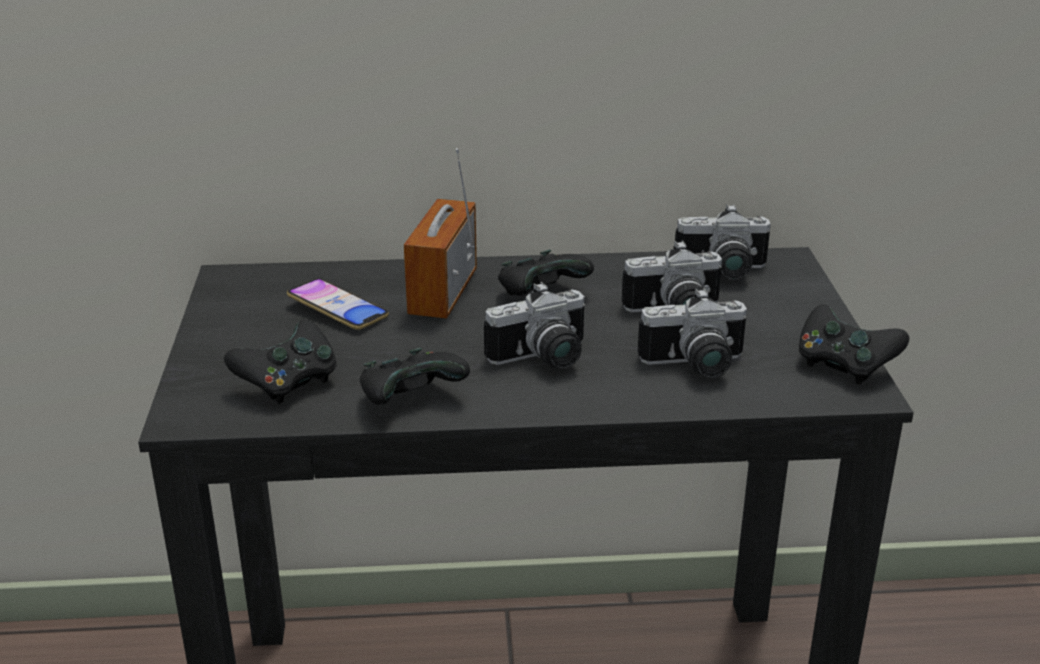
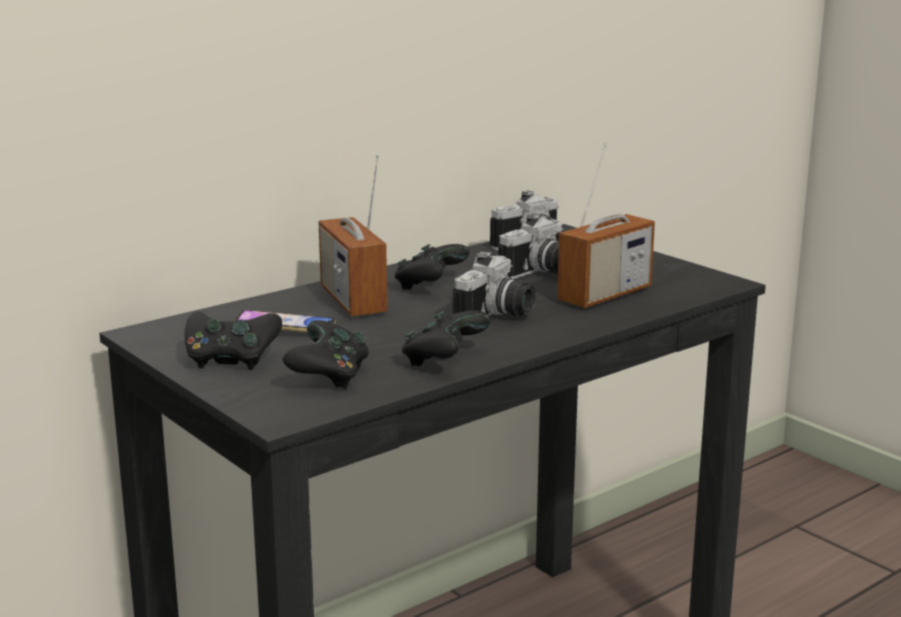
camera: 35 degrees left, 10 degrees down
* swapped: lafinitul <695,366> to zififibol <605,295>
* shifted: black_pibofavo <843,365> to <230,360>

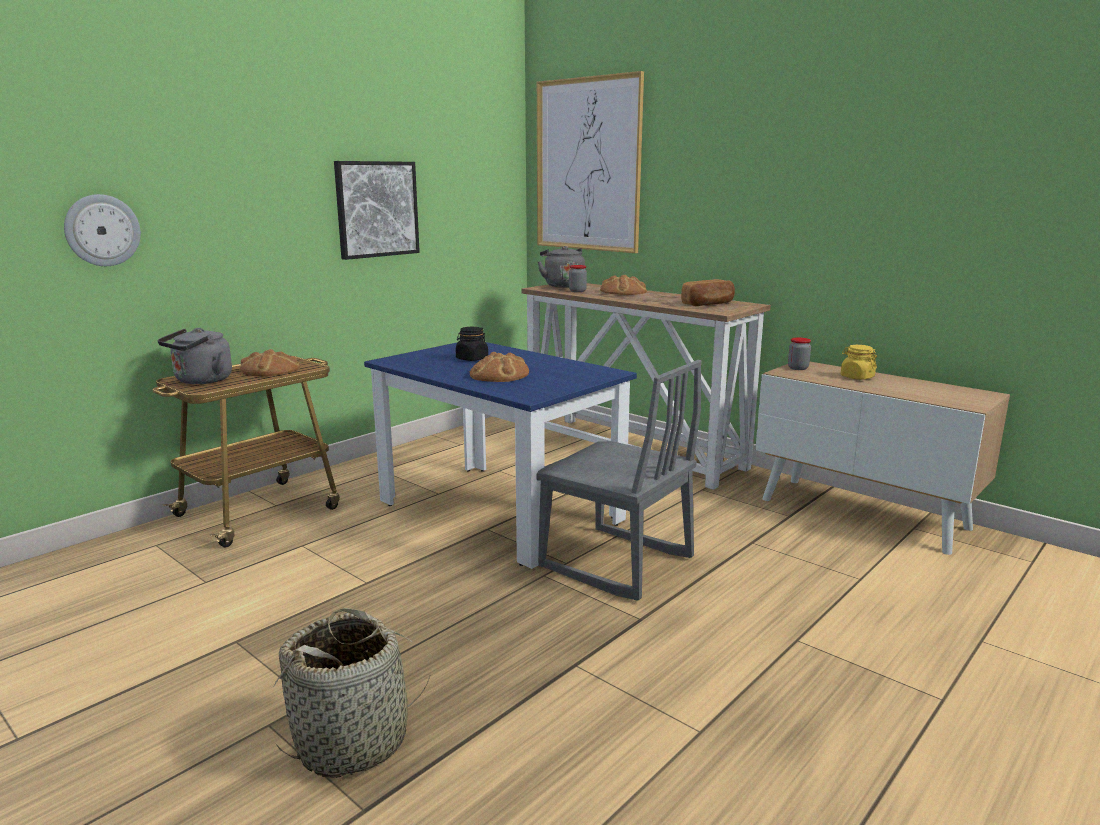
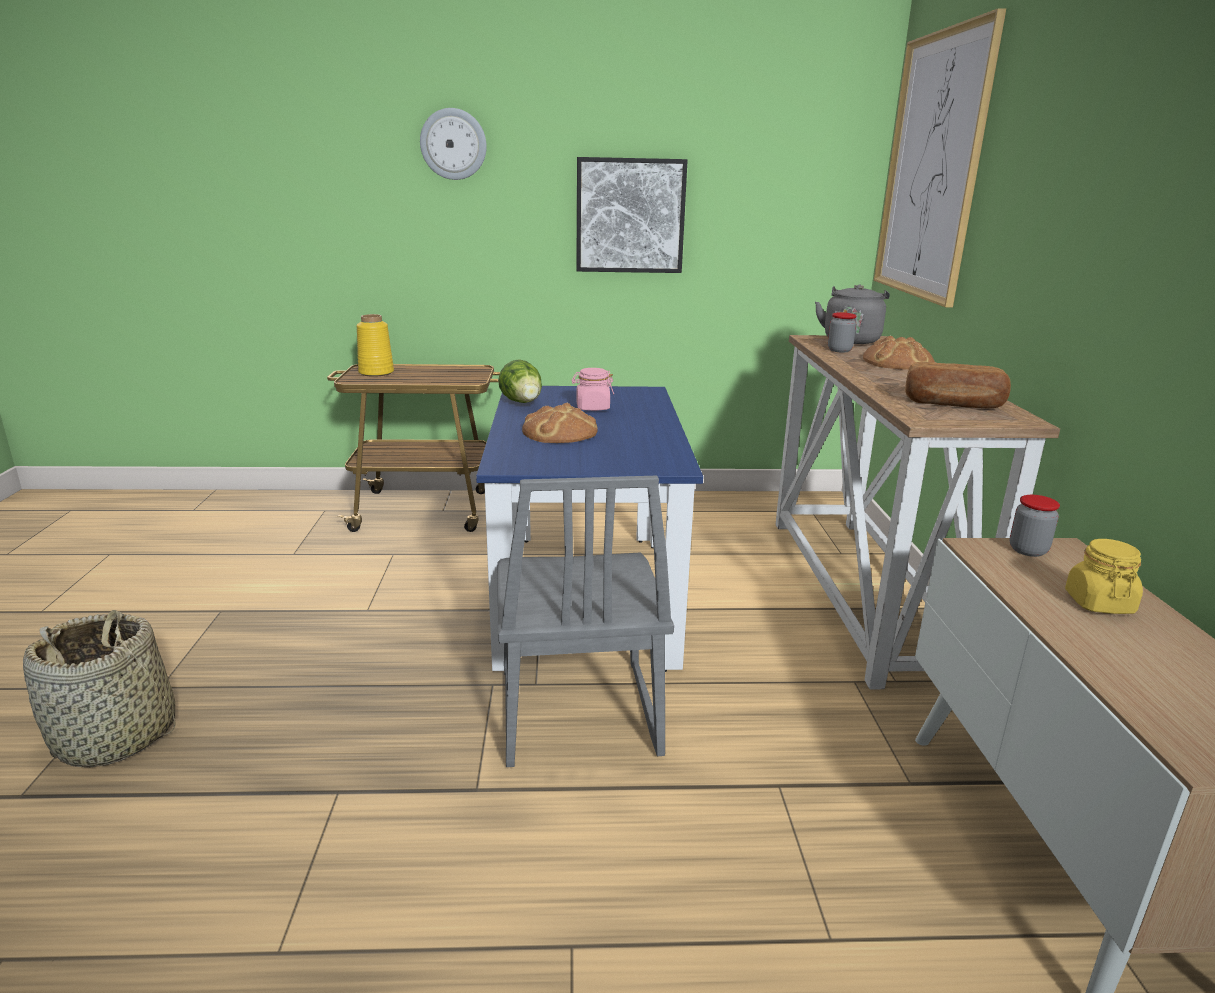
camera: 45 degrees right, 5 degrees up
* shifted: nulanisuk <102,230> to <453,144>
* swapped: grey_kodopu <201,381> to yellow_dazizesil <376,372>
* gone: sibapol <270,370>
* repainted: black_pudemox <472,359> to pink_pudemox <592,408>
* new: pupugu <523,403>

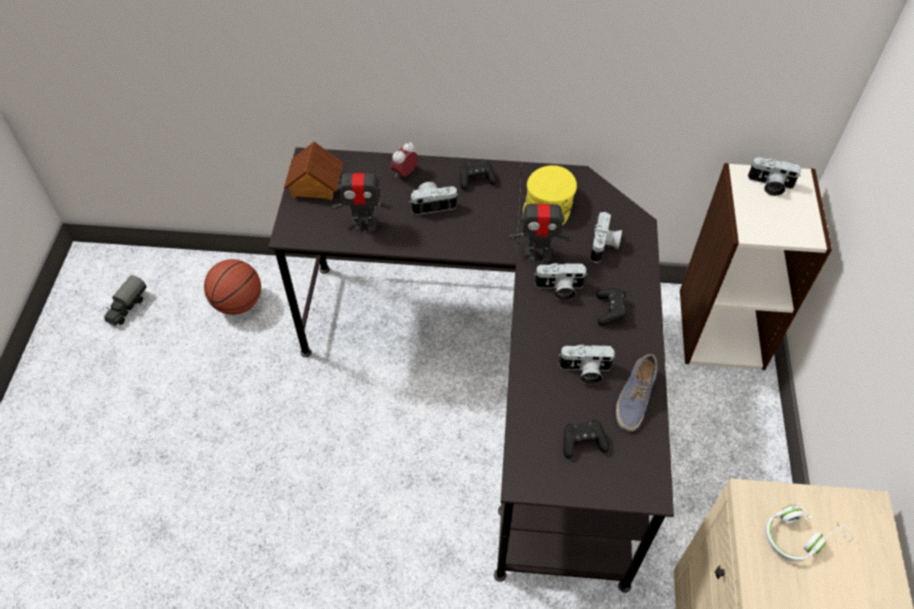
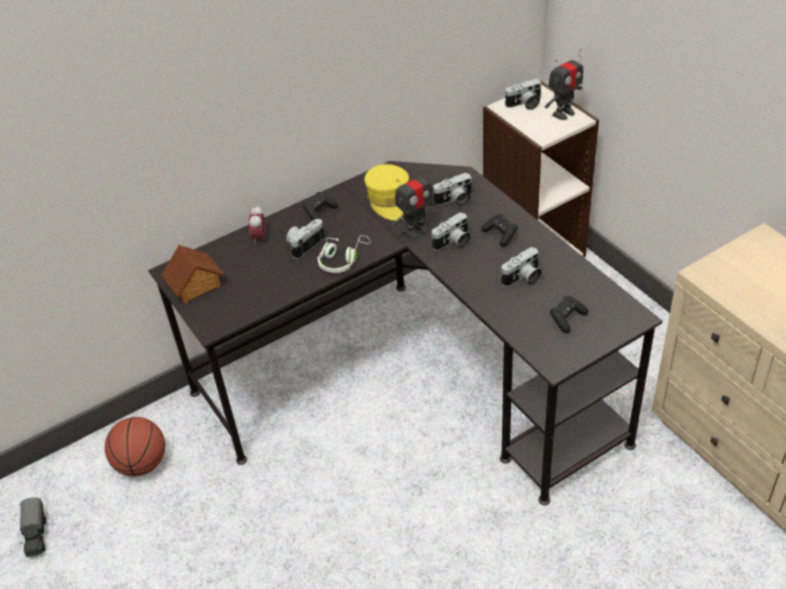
camera: 35 degrees left, 10 degrees down
* shifted: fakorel <364,224> to <563,113>
* rotated: lafinitul <604,246> = <455,200> 90 degrees clockwise
* gone: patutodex <634,397>
* shifted: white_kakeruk <800,536> to <342,259>

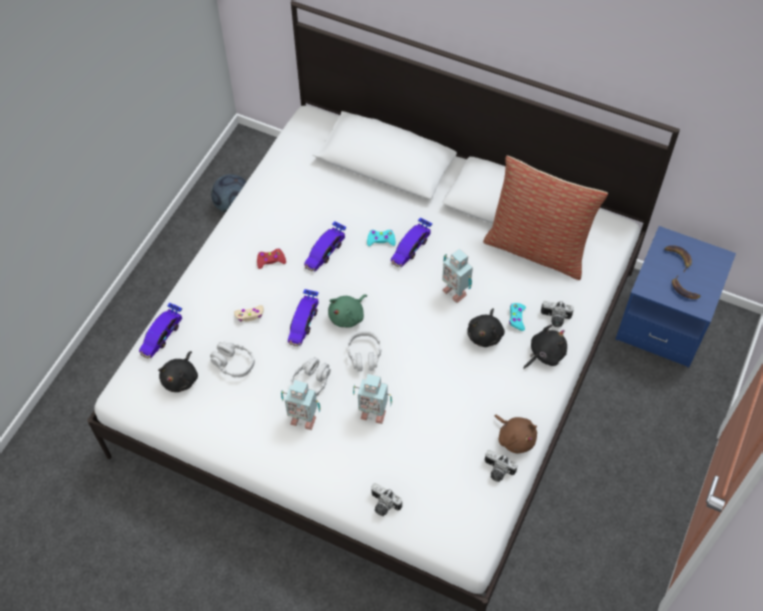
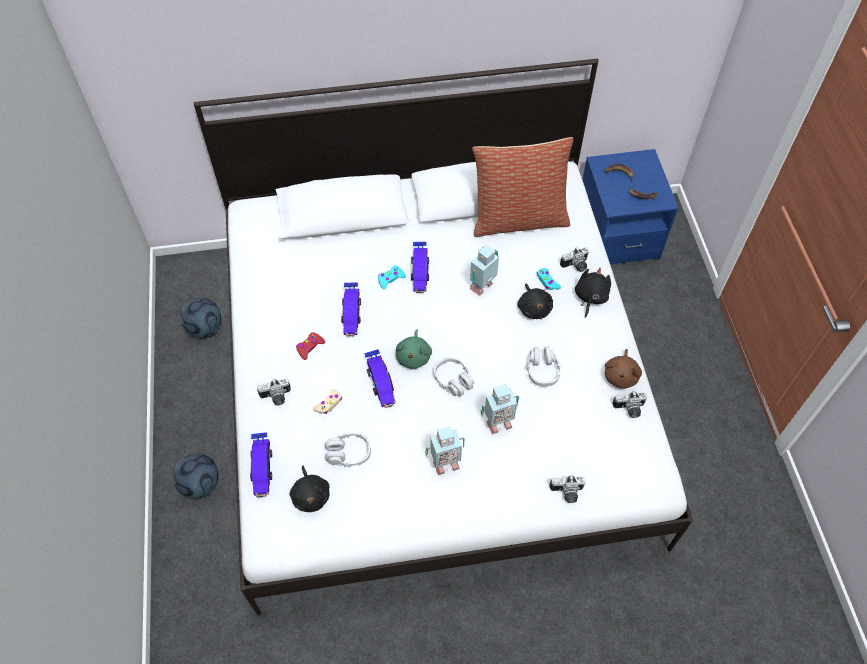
camera: 35 degrees left, 0 degrees up
* shifted: grey_kakeruk <311,382> to <542,370>
* rotated: fakorel <455,291> = <483,287> 120 degrees clockwise
* rotated: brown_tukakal <515,438> = <621,375> 90 degrees clockwise
* new: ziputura <201,484>
* new: lafinitul <276,397>

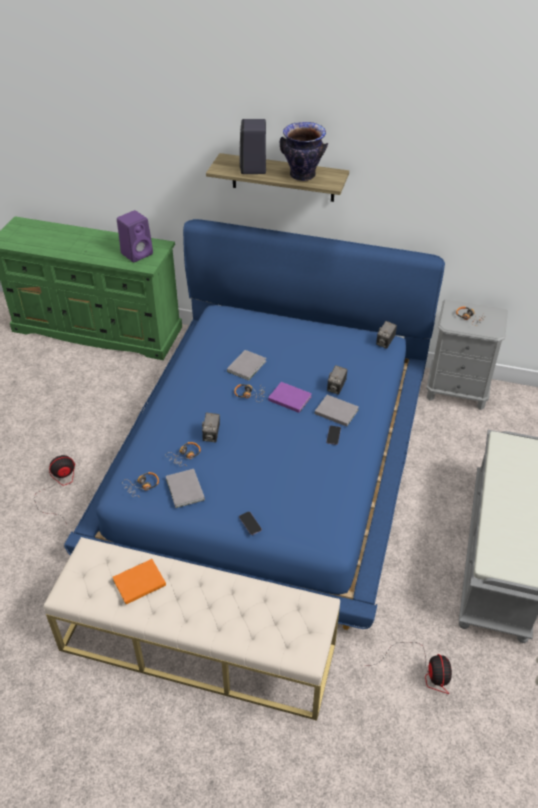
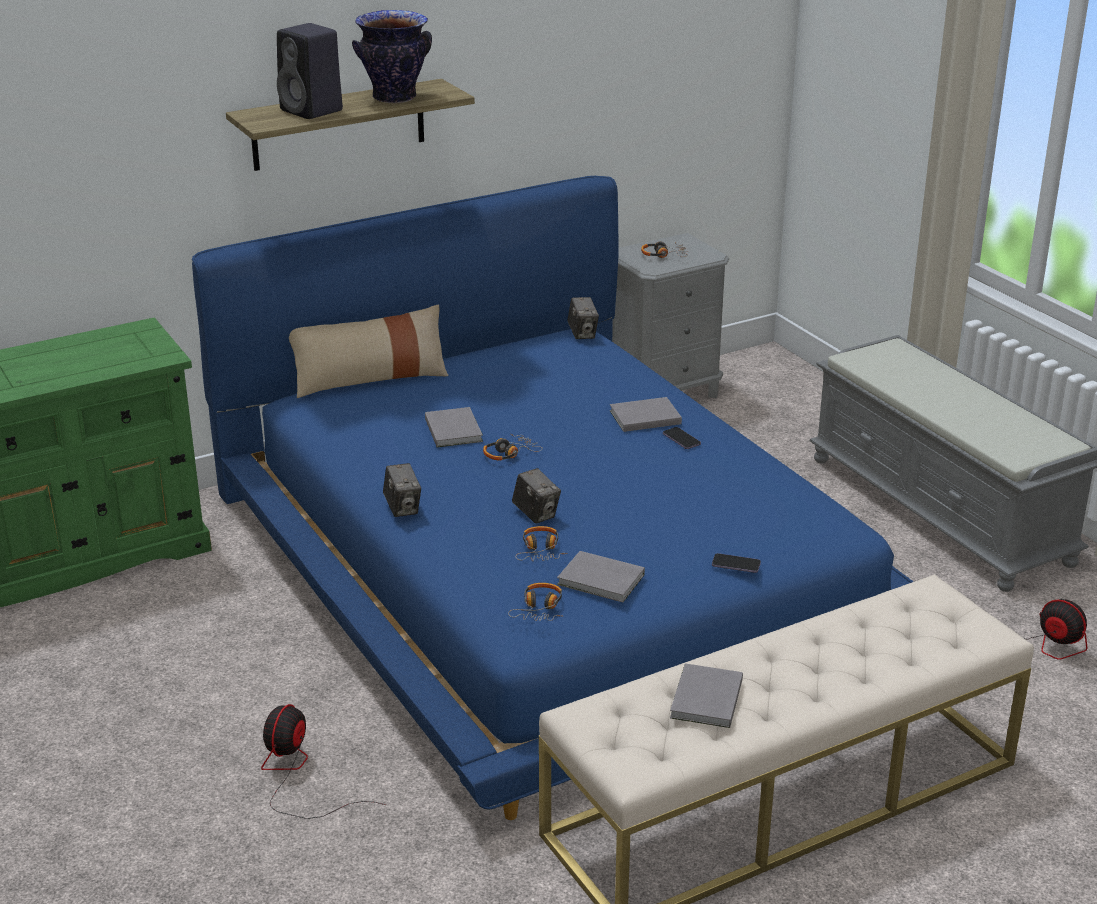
camera: 45 degrees left, 15 degrees down
* repainted: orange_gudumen <138,582> to grey_gudumen <705,700>
* gone: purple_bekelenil <137,253>
* gone: purple_gudumen <289,398>
* shifted: lafinitul <336,388> to <403,508>
* new: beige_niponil <370,379>

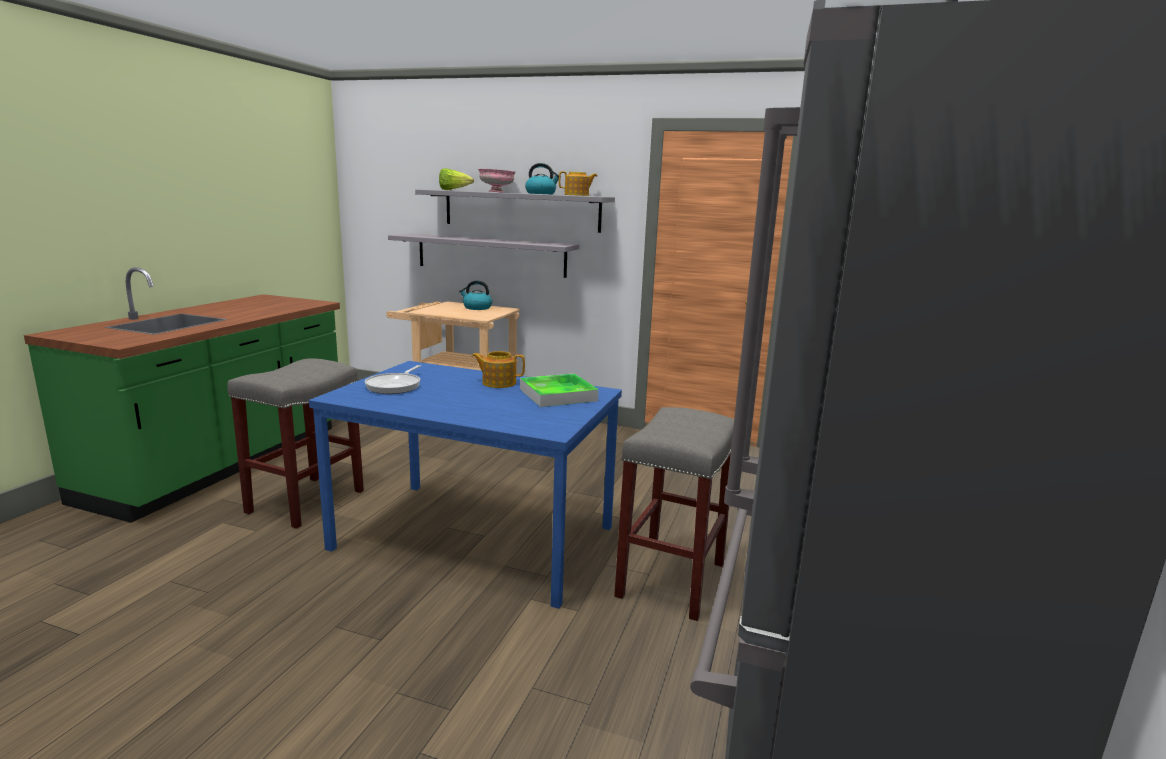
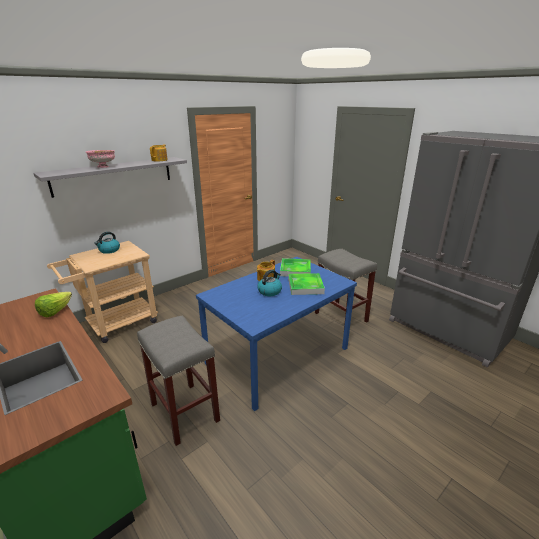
camera: 60 degrees left, 10 degrees up
* gone: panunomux <395,386>
* gone: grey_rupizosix <490,255>
* shifted: pupugu <453,190> to <55,311>
* shifted: kodopu <541,194> to <270,291>
* new: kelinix <305,286>

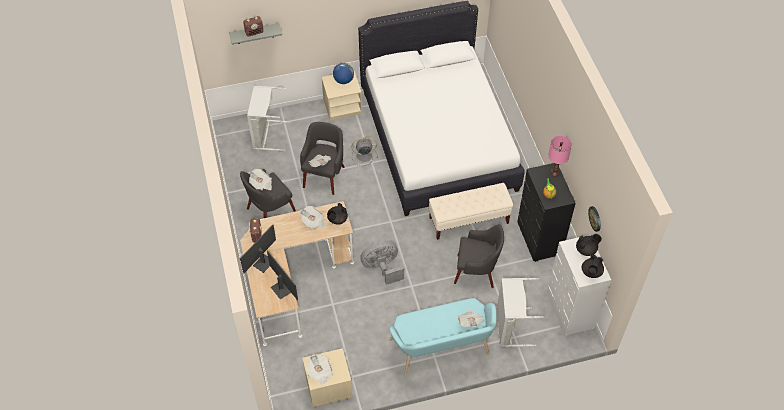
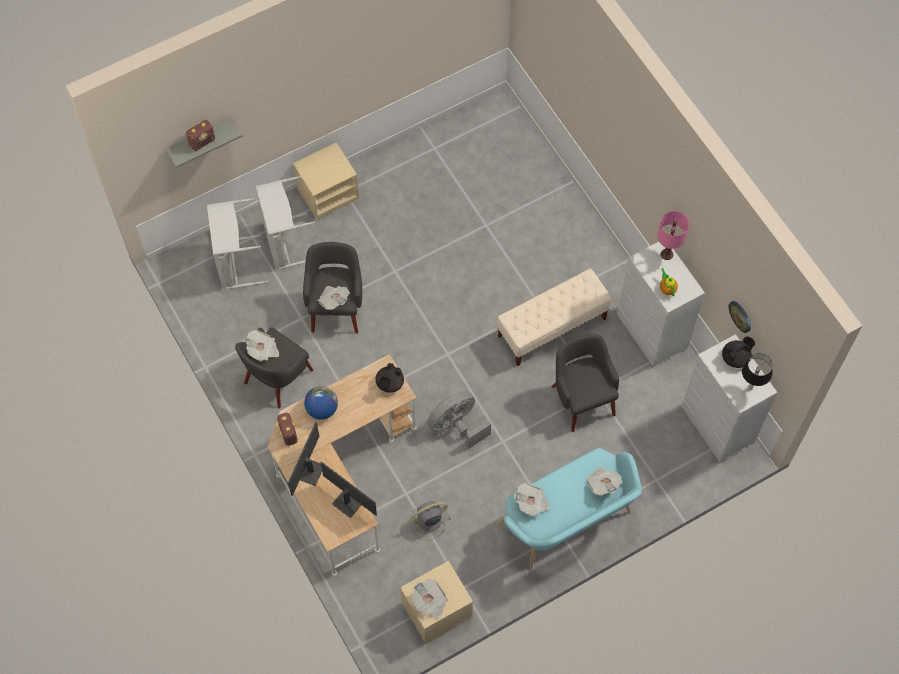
camera: 15 degrees left, 10 degrees up
* shifted: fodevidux <313,222> to <532,503>
* shifted: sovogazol <343,80> to <322,409>
* shifted: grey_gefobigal <363,156> to <428,521>
* gone: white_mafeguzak <438,140>
* rotated: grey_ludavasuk <476,271> = <582,399> 105 degrees counterclockwise
* shifted: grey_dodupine <510,327> to <284,243>
* repainted: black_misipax <539,239> to white_misipax <652,332>
* swapped: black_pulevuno <591,272> to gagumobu <750,388>

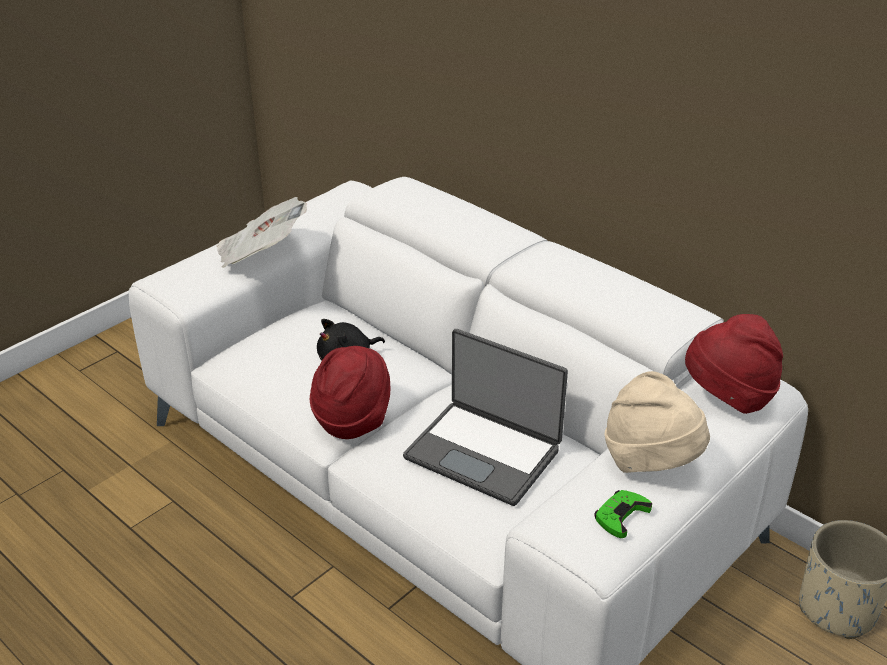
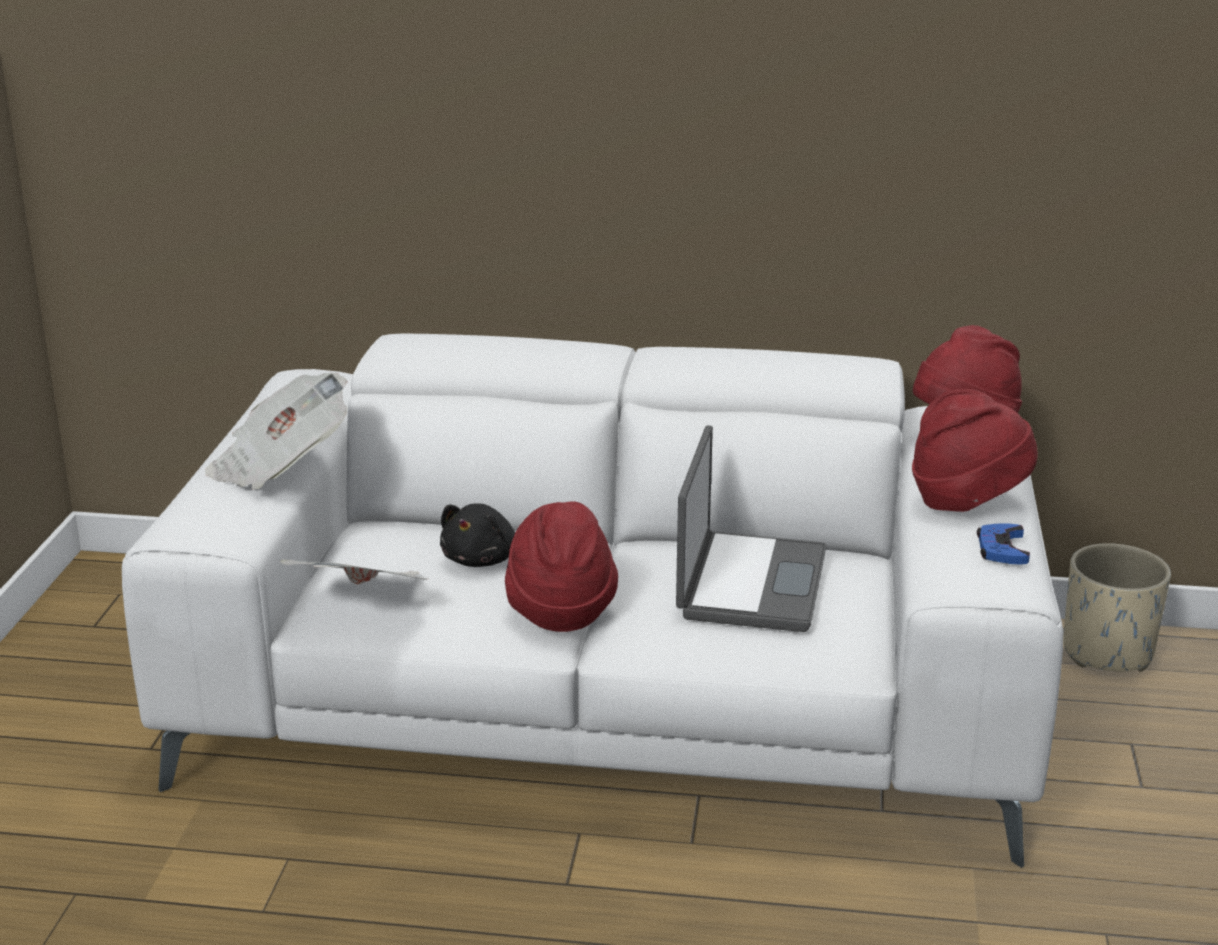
camera: 35 degrees left, 10 degrees down
* rotated: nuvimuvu <484,452> = <749,583> 75 degrees counterclockwise
* repainted: green_pibofavo <621,516> to blue_pibofavo <1001,549>
* repainted: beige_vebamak <651,461> to red_vebamak <968,501>
* new: fodevidux <364,605>

